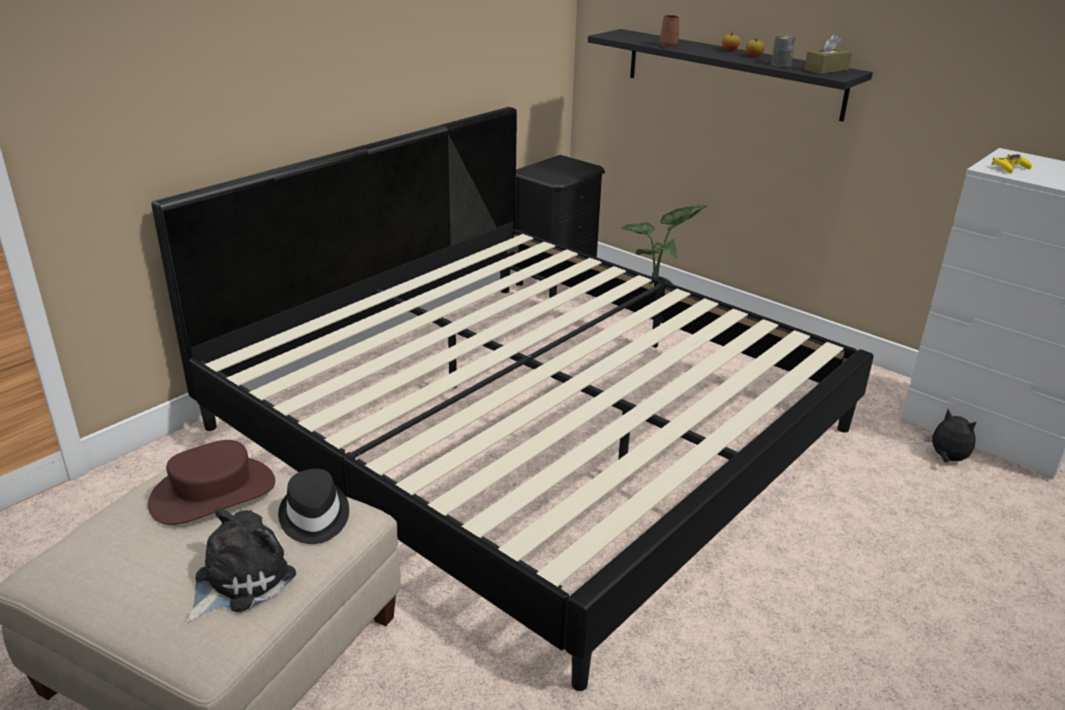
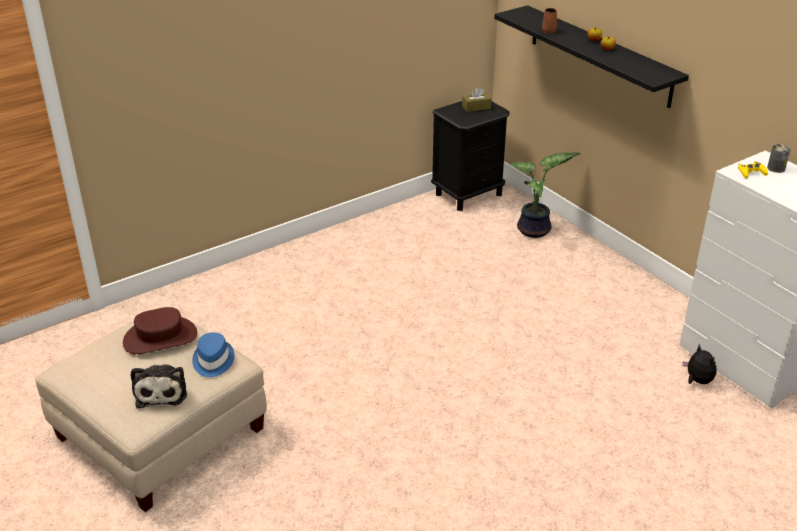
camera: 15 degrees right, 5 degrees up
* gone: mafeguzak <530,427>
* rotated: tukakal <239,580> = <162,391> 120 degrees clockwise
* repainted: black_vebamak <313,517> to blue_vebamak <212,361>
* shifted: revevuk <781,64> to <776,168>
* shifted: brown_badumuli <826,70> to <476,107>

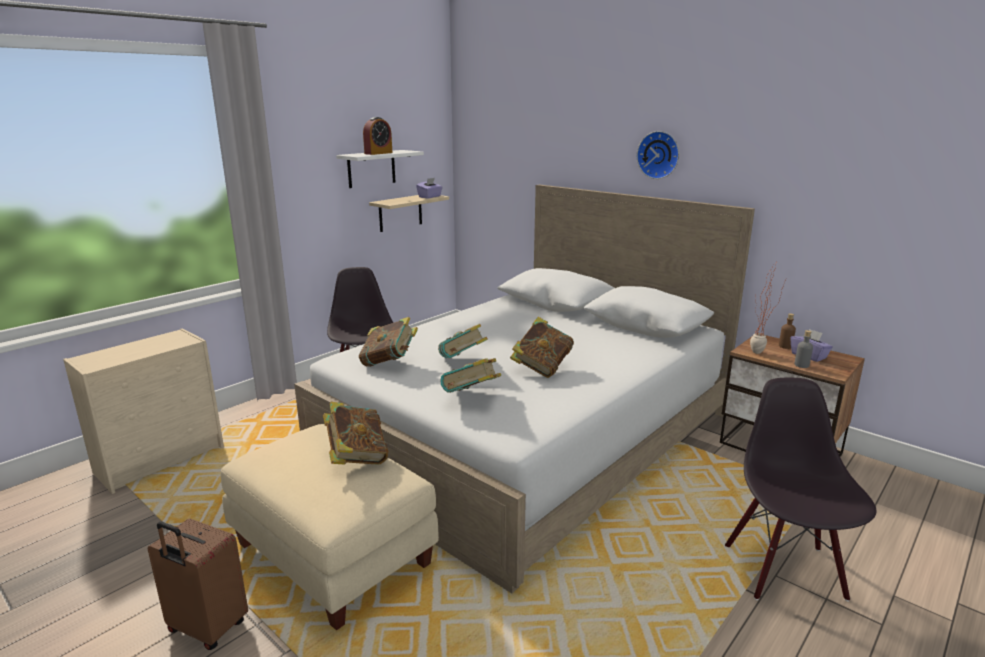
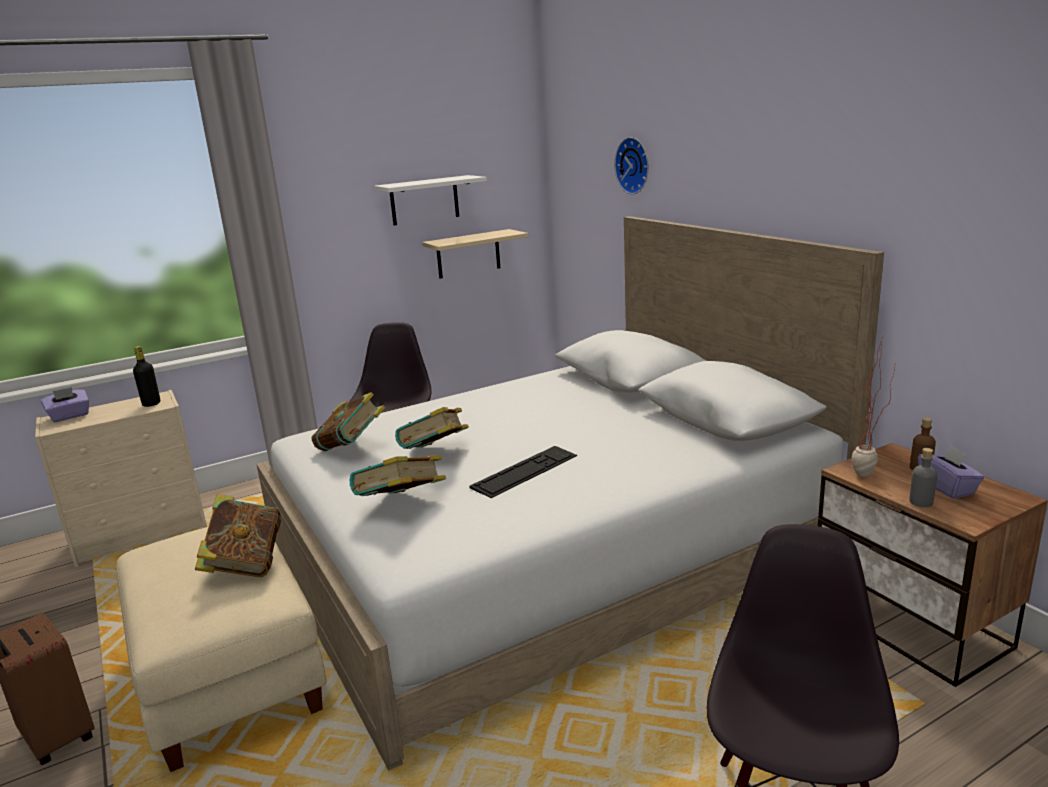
camera: 20 degrees right, 0 degrees up
* gone: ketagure <378,153>
* shifted: purple_badumuli <430,197> to <70,416>
* swapped: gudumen <542,368> to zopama <525,471>
* shifted: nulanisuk <659,155> to <635,165>
* new: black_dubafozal <151,404>

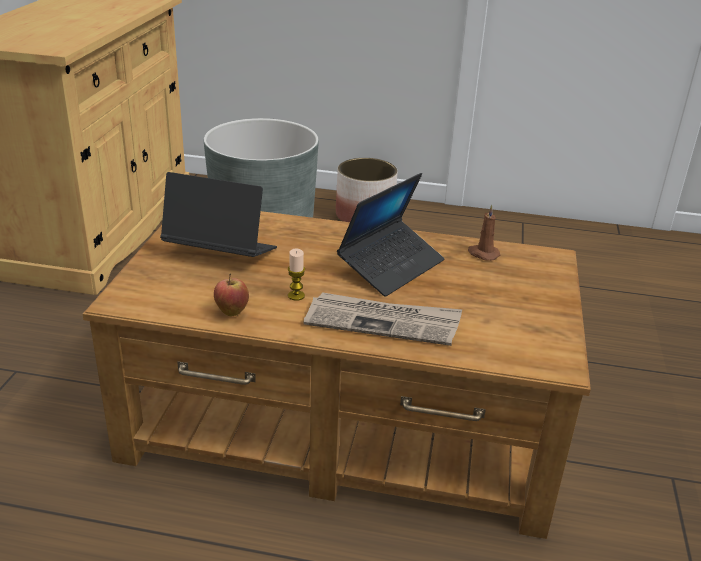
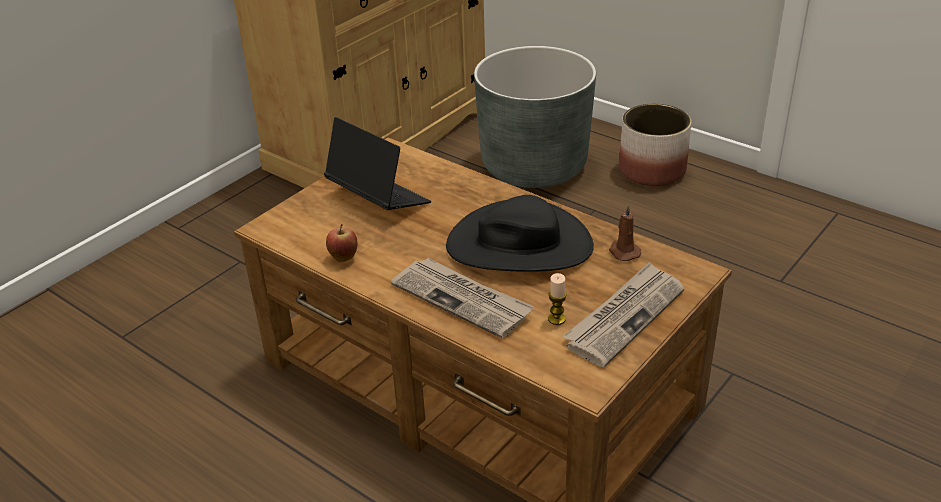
camera: 30 degrees right, 5 degrees up
* shifted: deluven <296,296> to <556,319>
* swapped: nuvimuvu <391,266> to black_vebamak <519,245>
* new: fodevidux <624,316>

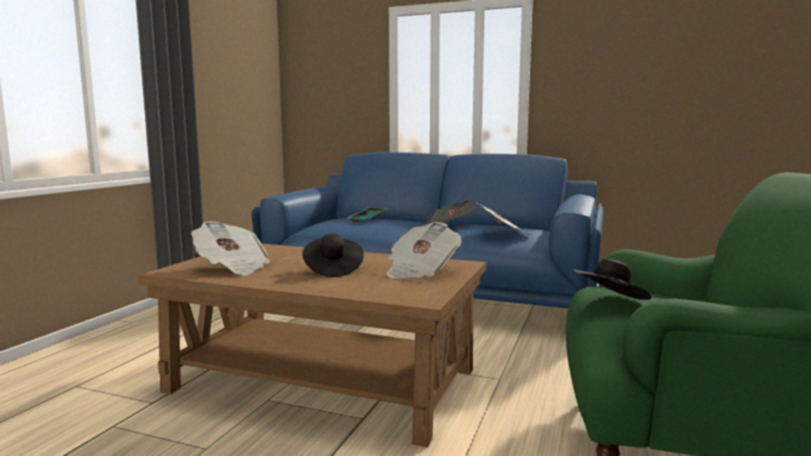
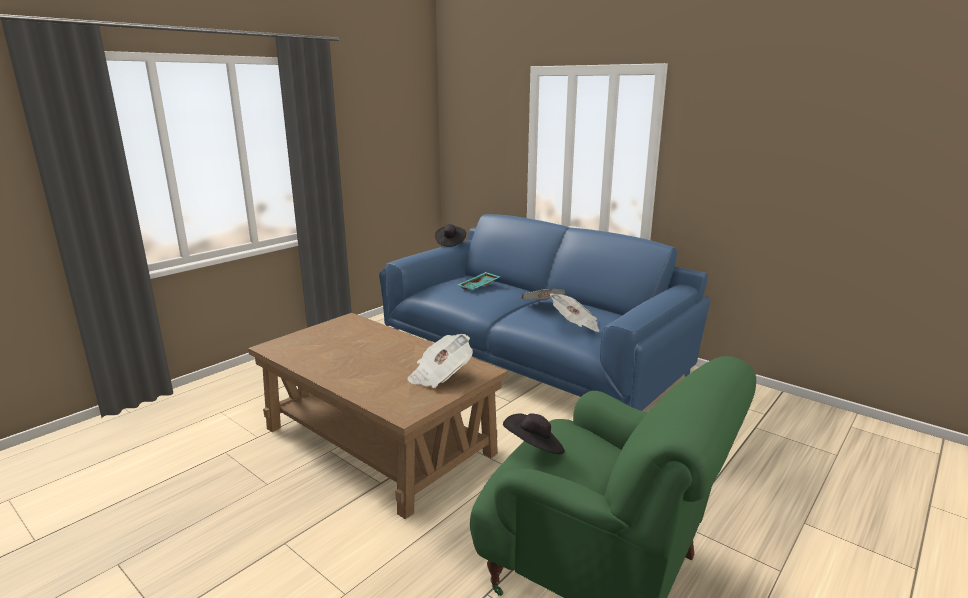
camera: 20 degrees right, 10 degrees up
* gone: fodevidux <232,267>
* shifted: black_vebamak <332,270> to <450,243>

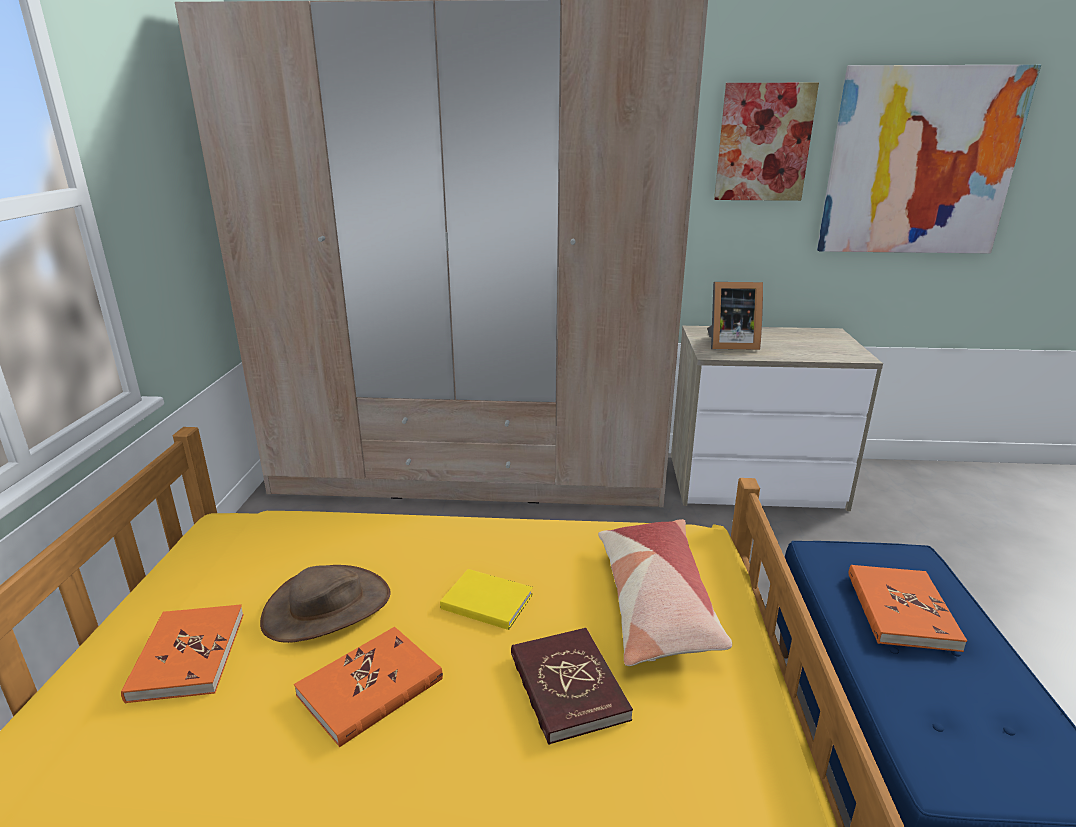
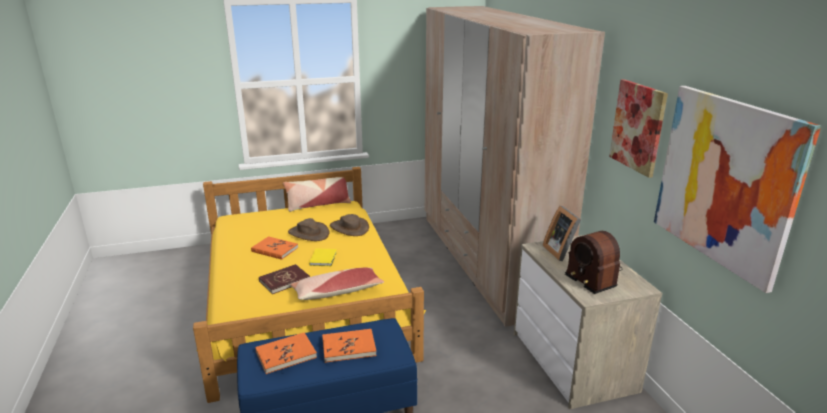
camera: 70 degrees right, 0 degrees up
* shifted: orange_gudumen <187,656> to <286,354>
* new: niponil <318,205>
* new: brown_vebamak <349,228>
* new: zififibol <592,275>

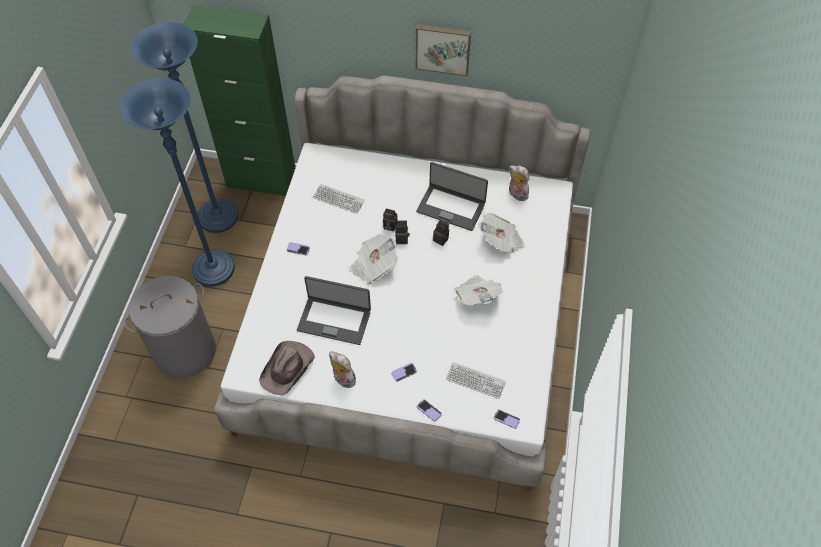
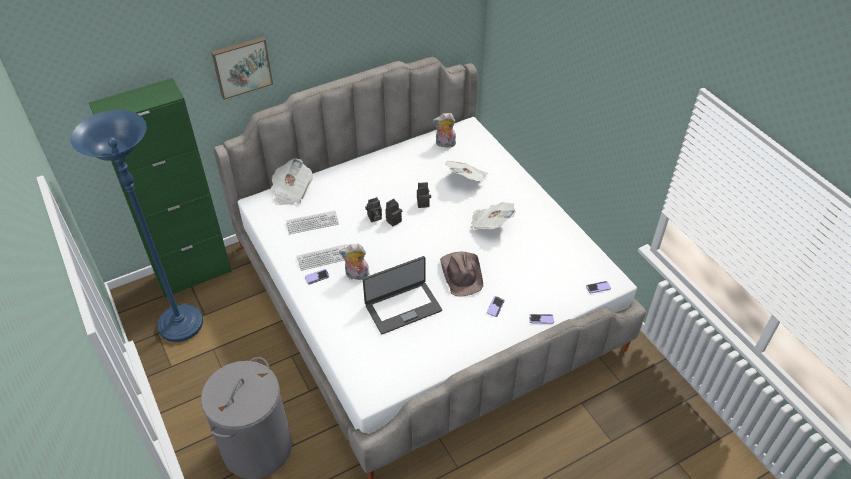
camera: 40 degrees left, 10 degrees down
* gone: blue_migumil <213,269>
* shifted: brown_vebamak <288,368> to <462,274>
* shifted: tukakal <342,379> to <356,276>
* shifted: fodevidux <373,266> to <291,192>
* shifted: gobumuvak <443,48> to <242,66>
* gone: nuvimuvu <451,207>
* shifted: zopama <475,381> to <324,258>

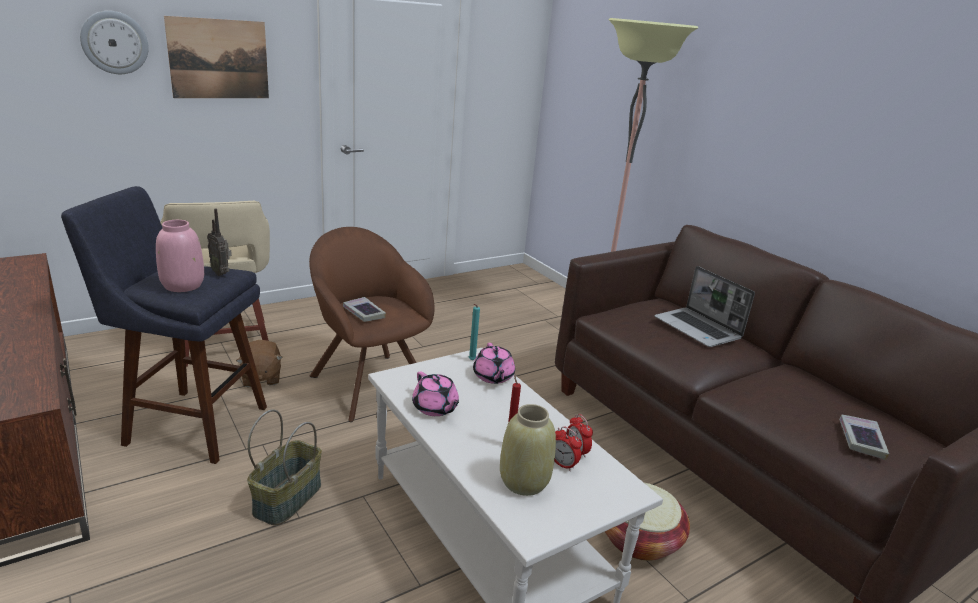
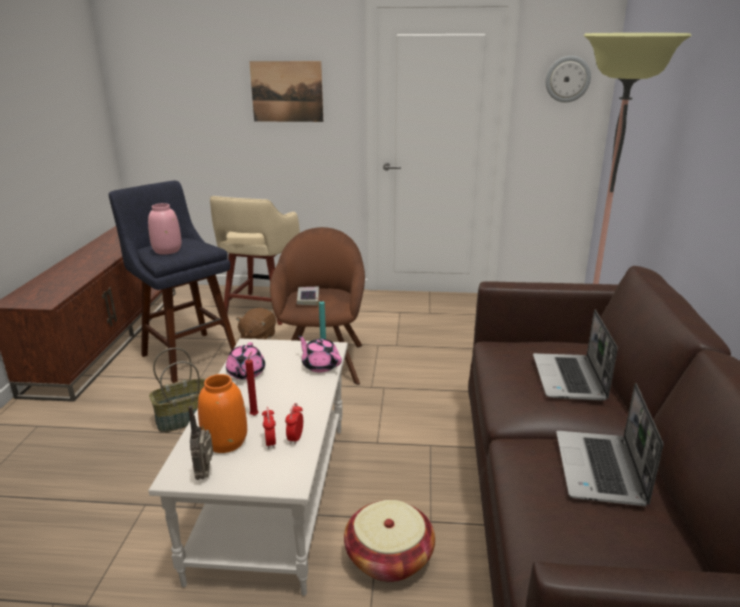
camera: 40 degrees right, 0 degrees up
* shifted: nulanisuk <114,42> to <567,79>
* shifted: zififibol <221,273> to <205,474>
* rotated: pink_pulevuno <493,377> = <320,365> 105 degrees clockwise
* repainted: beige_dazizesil <524,481> to orange_dazizesil <226,441>
* gone: gudumen <861,440>
* new: nuvimuvu <601,470>

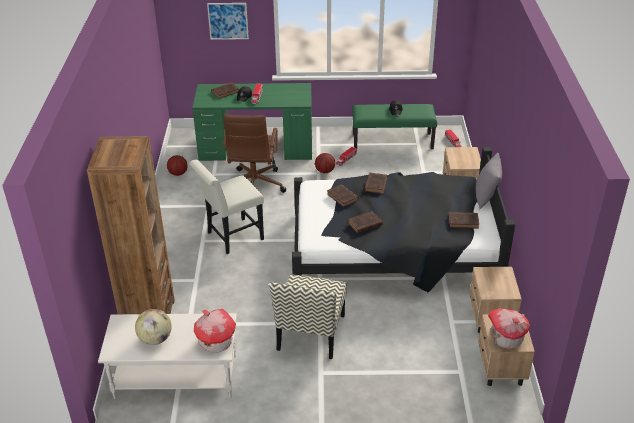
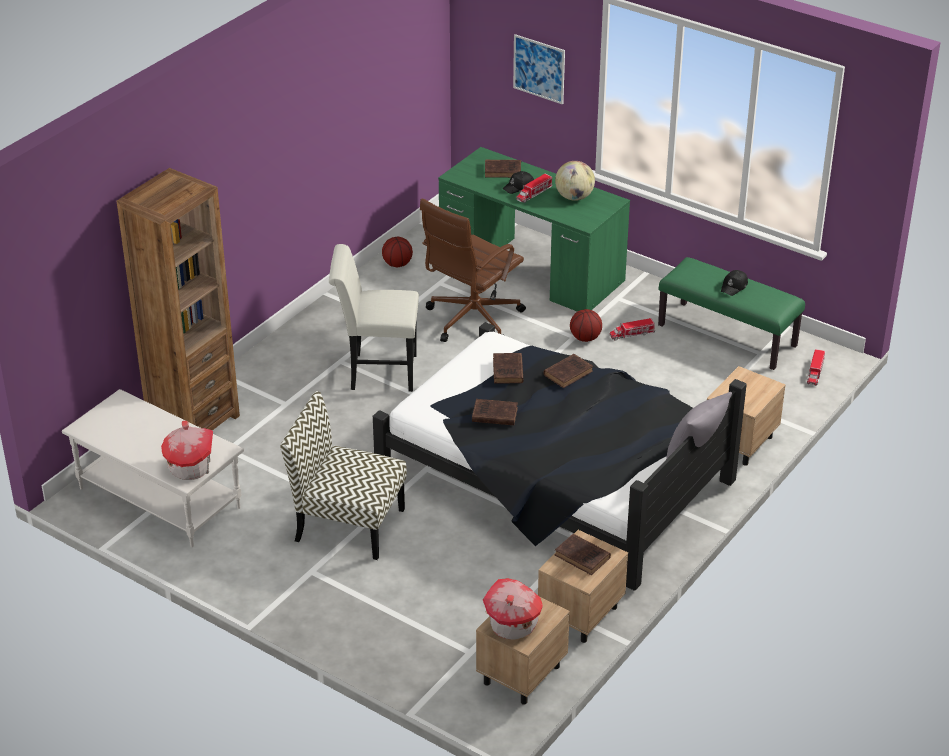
camera: 35 degrees right, 0 degrees up
* shifted: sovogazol <155,339> to <574,197>
* rotated: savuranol <311,333> = <347,524> 60 degrees clockwise
* shifted: brown_gudumen <464,222> to <583,557>

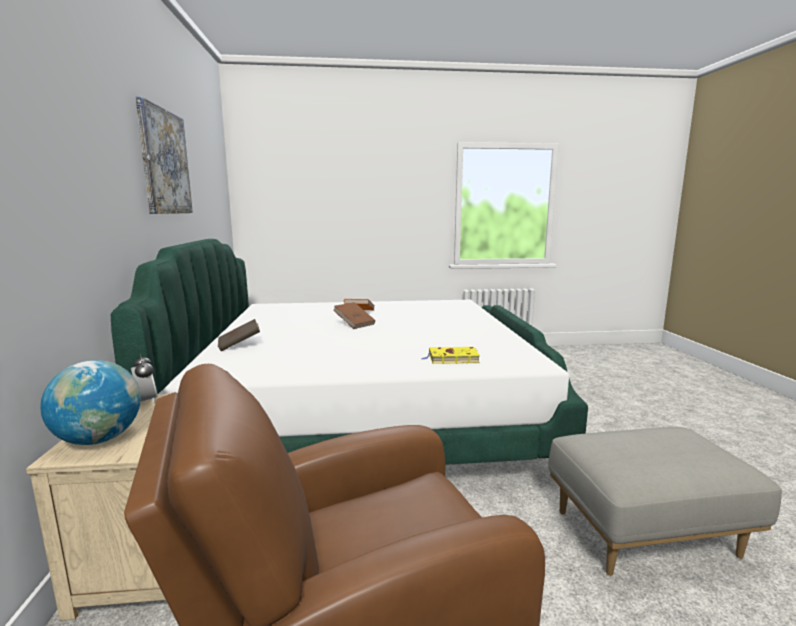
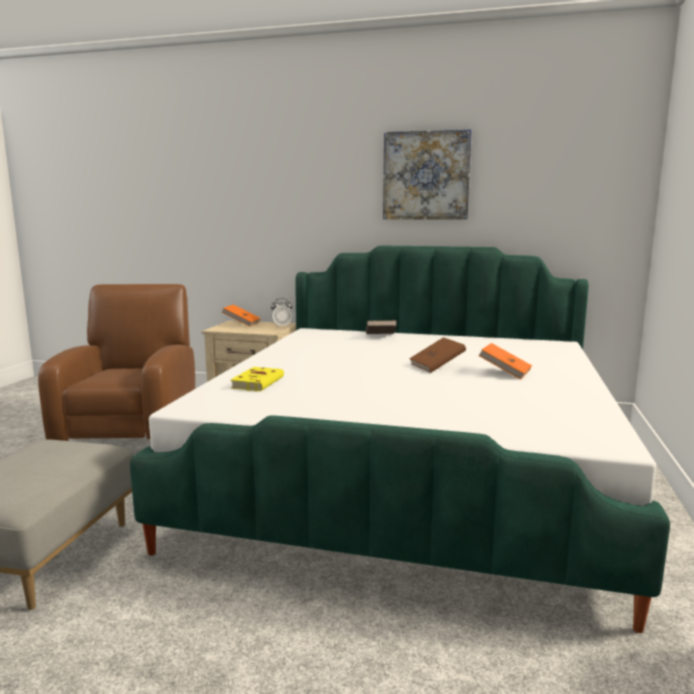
camera: 110 degrees right, 0 degrees up
* swapped: sovogazol <99,439> to orange_gudumen <241,324>

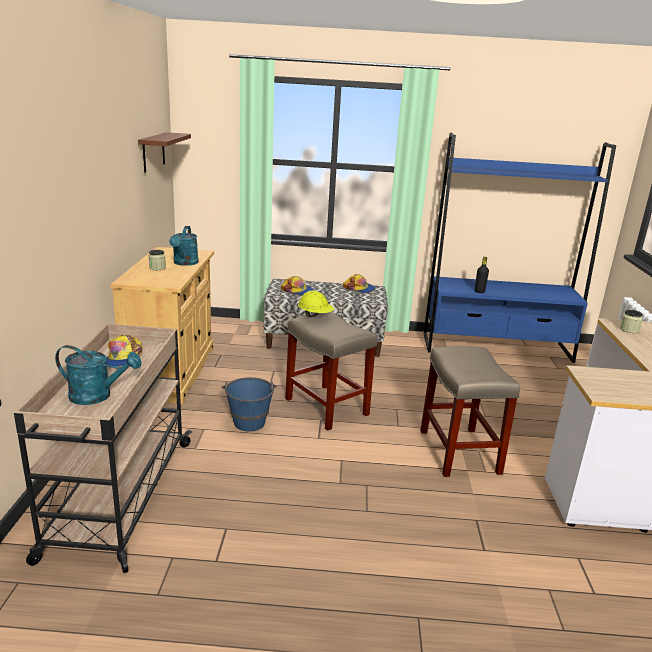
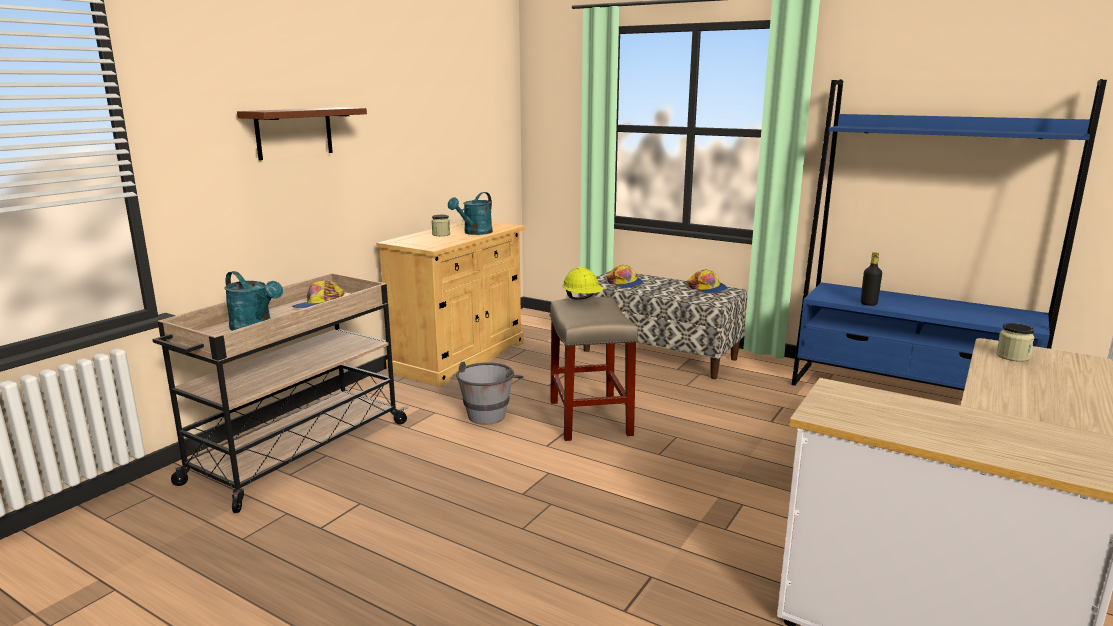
camera: 30 degrees right, 5 degrees down
* shifted: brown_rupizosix <153,152> to <294,132>
* repainted: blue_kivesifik <249,419> to grey_kivesifik <490,413>
* gone: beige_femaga <458,451>

